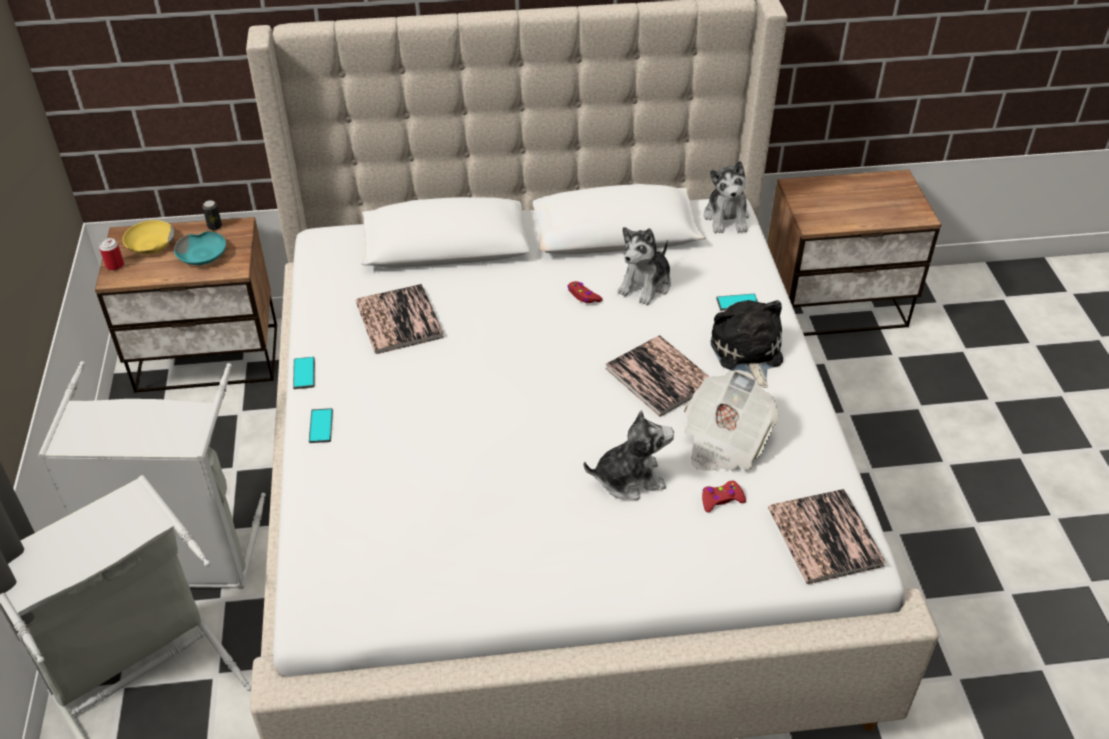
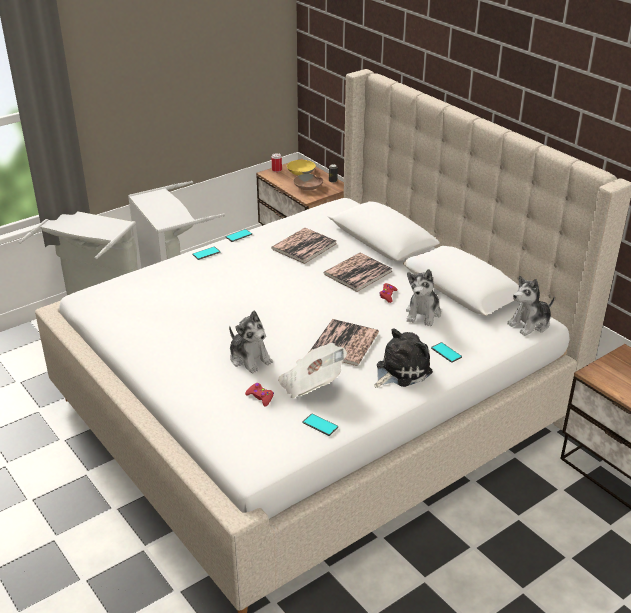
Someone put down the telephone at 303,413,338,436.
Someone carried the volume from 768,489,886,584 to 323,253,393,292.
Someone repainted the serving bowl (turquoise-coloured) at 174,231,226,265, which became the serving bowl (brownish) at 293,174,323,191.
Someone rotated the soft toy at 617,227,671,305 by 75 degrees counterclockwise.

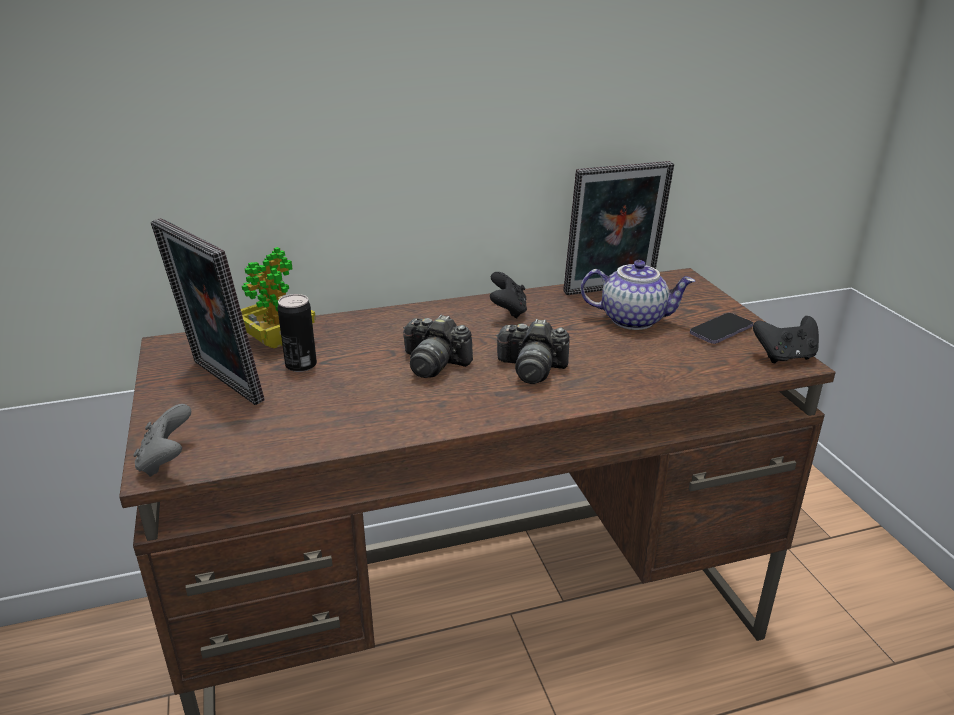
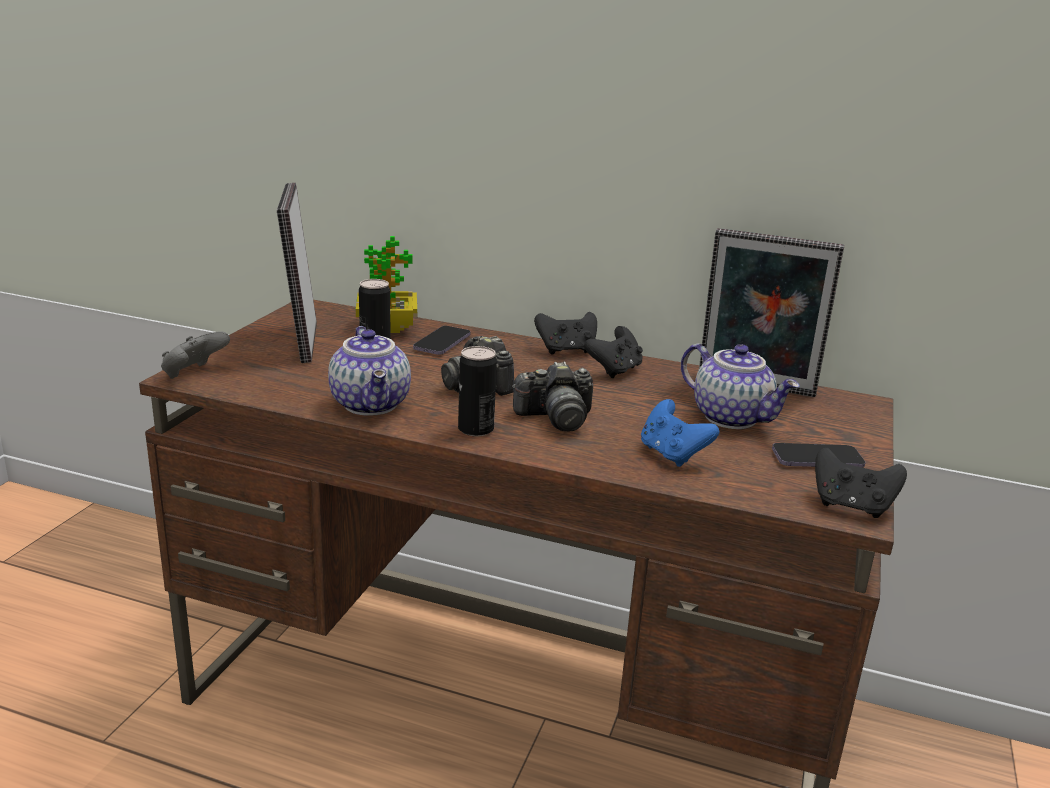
Someone put down the pot for tea at 328,326,411,416.
Someone put down the telephone at 413,326,471,355.
Someone put down the sealed can at 458,346,497,436.
Someone put down the gamepad (black-coloured) at 534,312,597,355.
Someone put down the gamepad (bluish) at 641,399,719,467.
Someone rotated the still camera at 495,319,570,384 by 60 degrees counterclockwise.

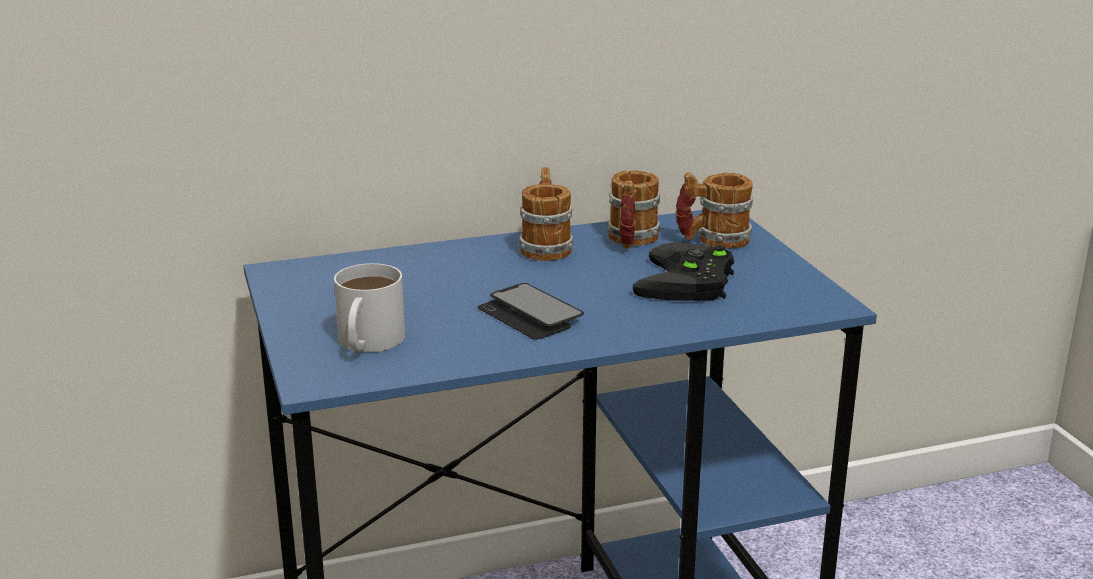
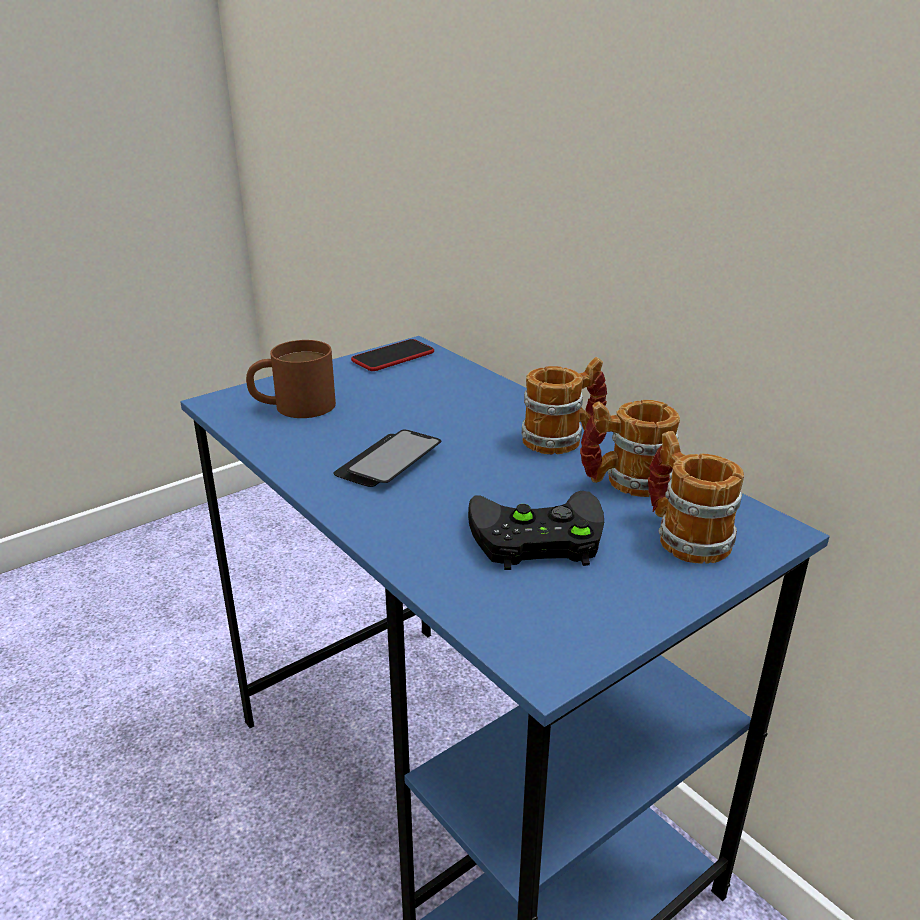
Someone put down the telephone at 351,339,434,371.
Someone repainted the mug (white) at 334,263,405,352, which became the mug (brownish) at 246,340,336,418.

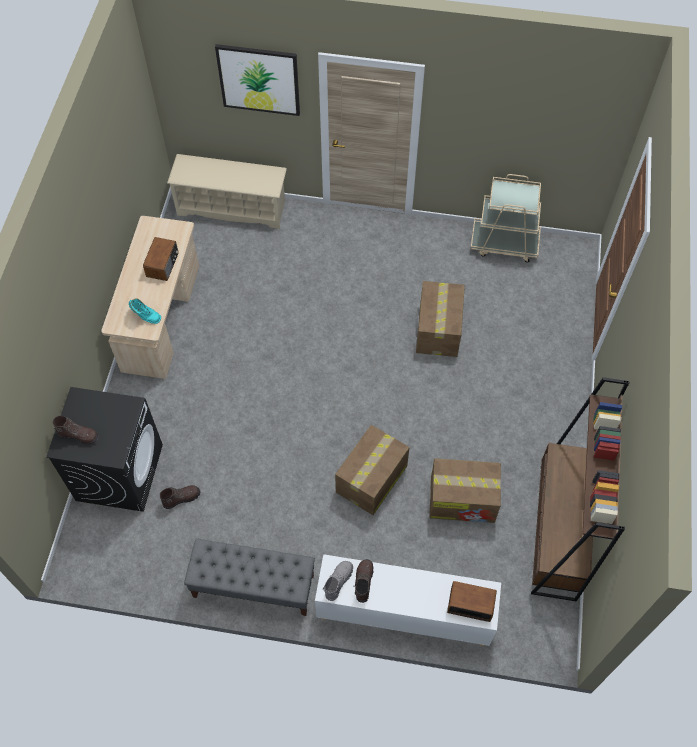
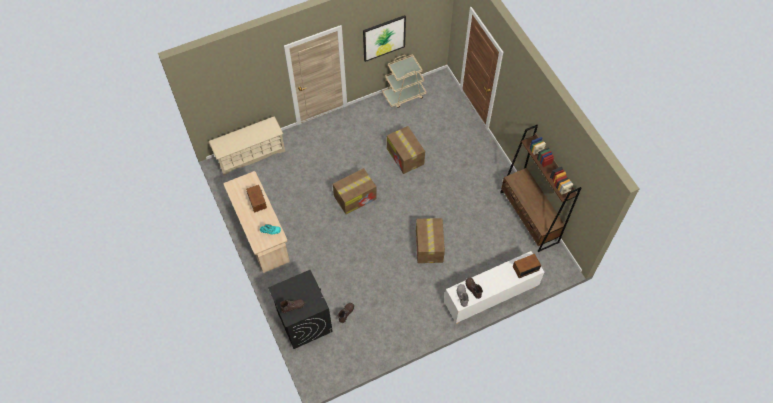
Someone took away the long seat (gray) at 184,539,315,616.
Someone carried the picture from 215,44,300,116 to 363,15,406,62.
Someone carried the carton from 429,458,501,523 to 333,168,377,214.

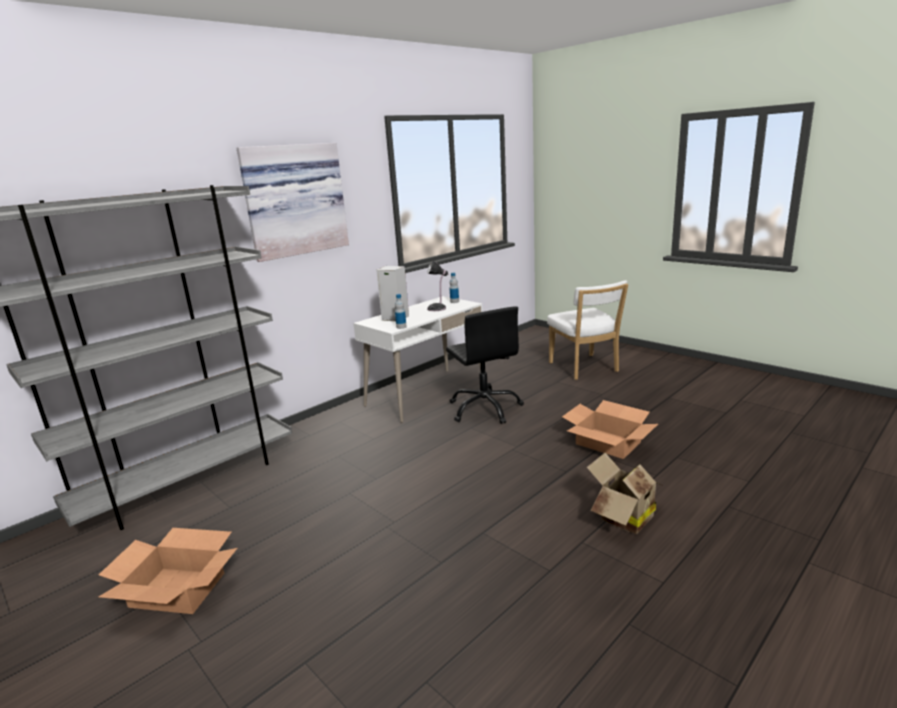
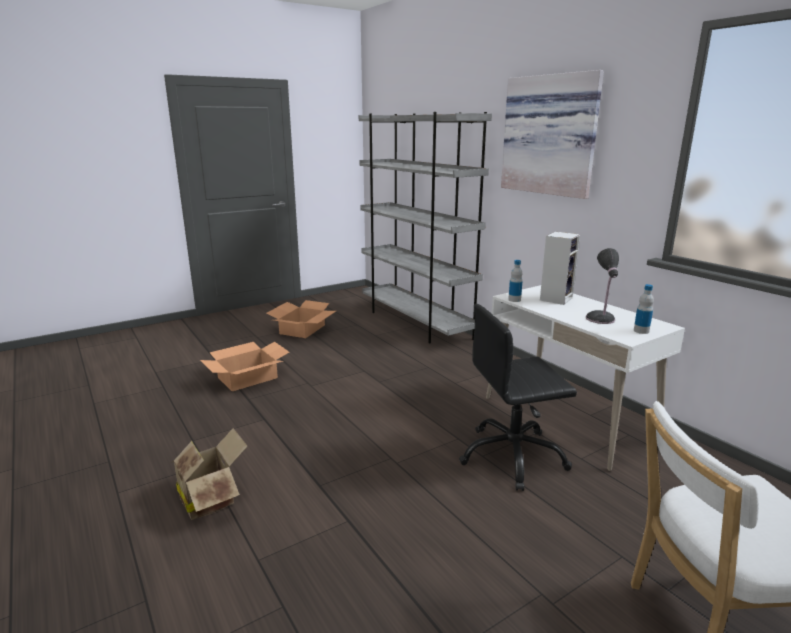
Someone carried the carton from 562,400,658,459 to 200,342,289,391.

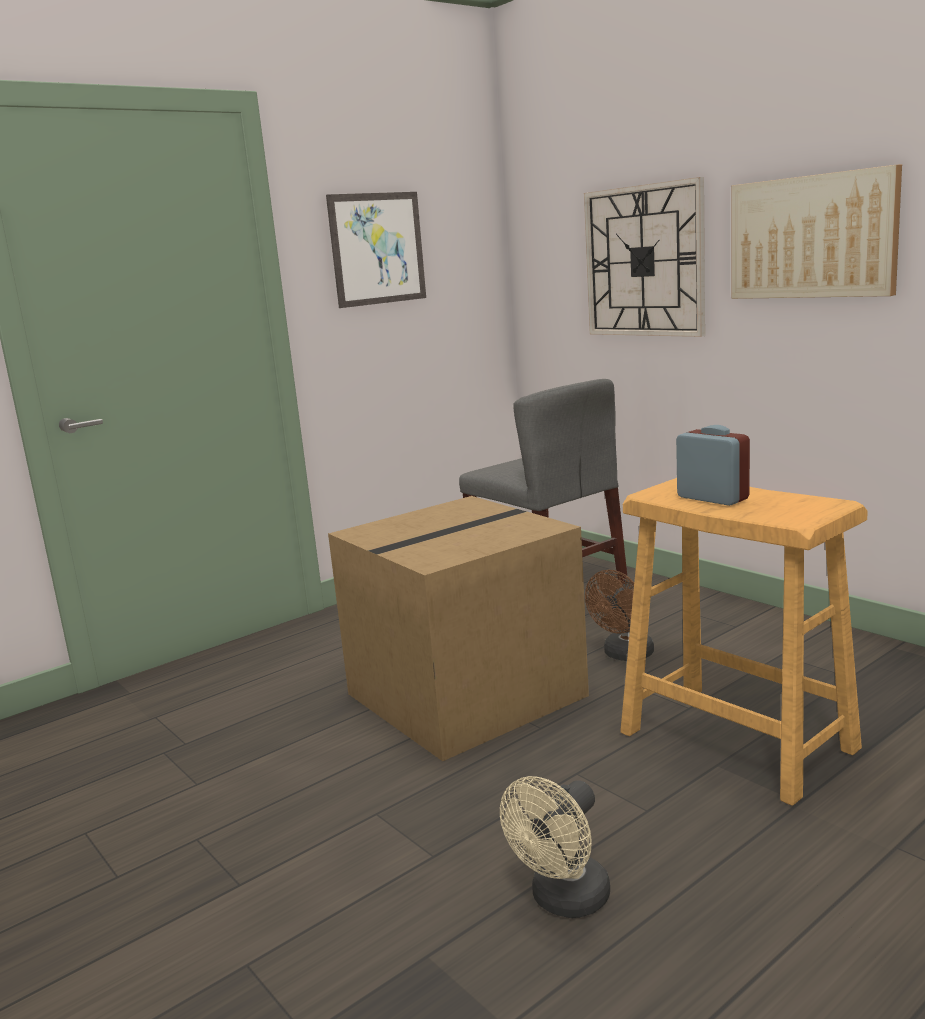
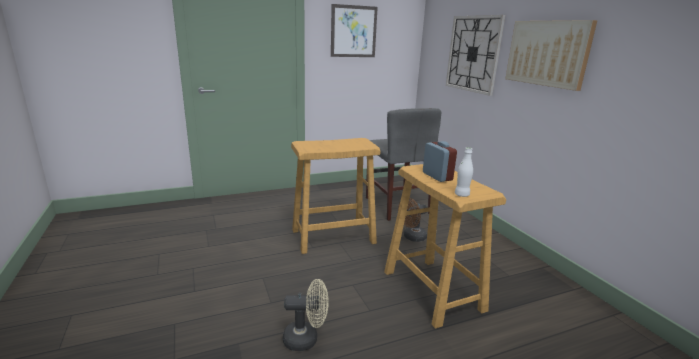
Someone put down the beverage bottle (white) at 455,147,473,197.
Someone swapped the carton at 328,496,589,761 for the sitting stool (beige) at 291,138,381,254.
Someone rotated the electric fan (beige) at 500,776,610,918 by 150 degrees counterclockwise.

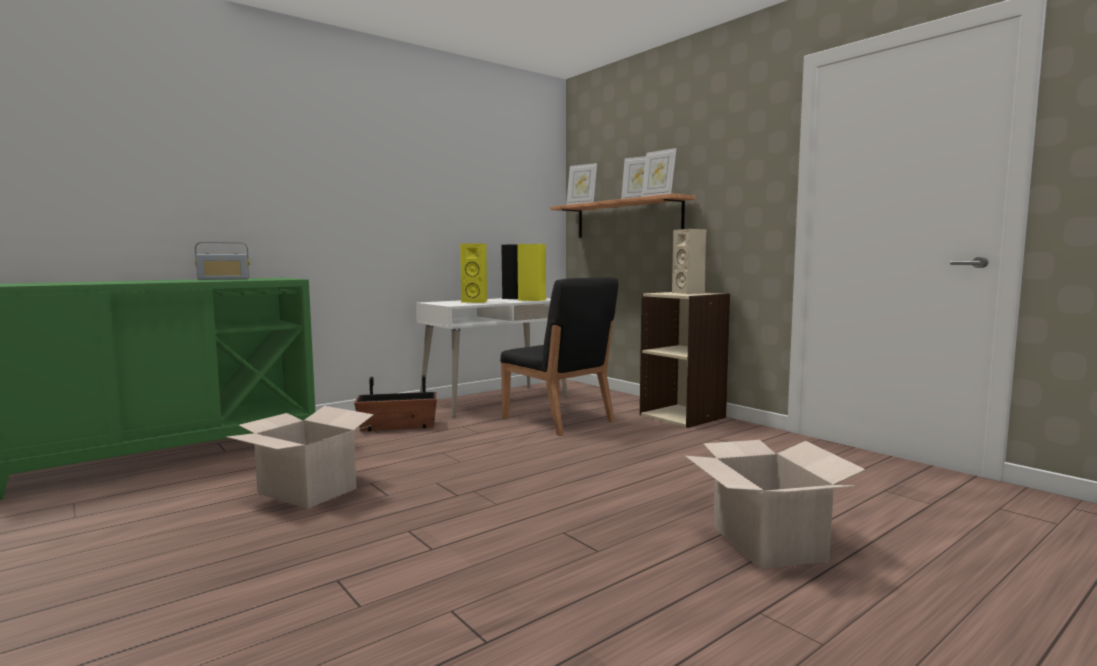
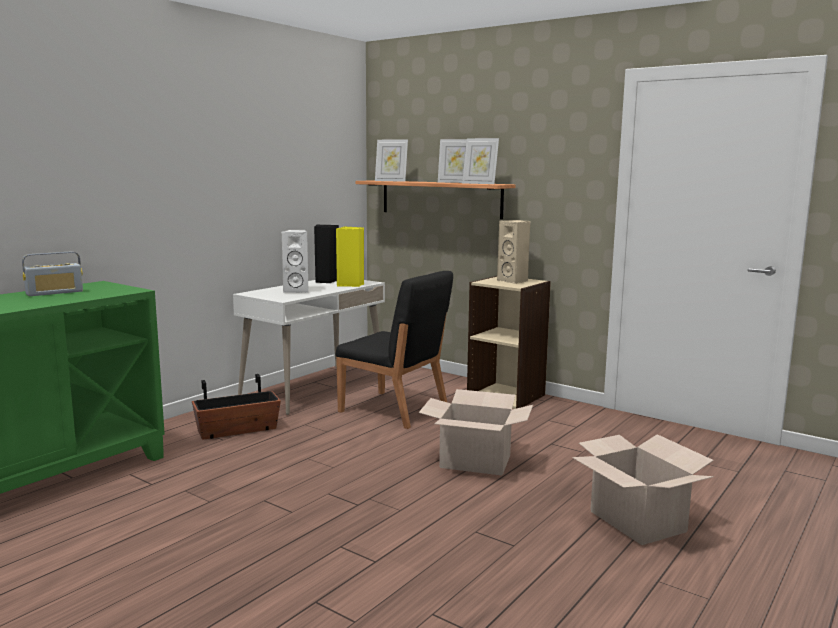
Someone carried the carton from 227,406,374,509 to 419,389,533,476.
Someone repainted the speaker (yellowish) at 460,243,487,303, which became the speaker (white) at 281,230,309,293.

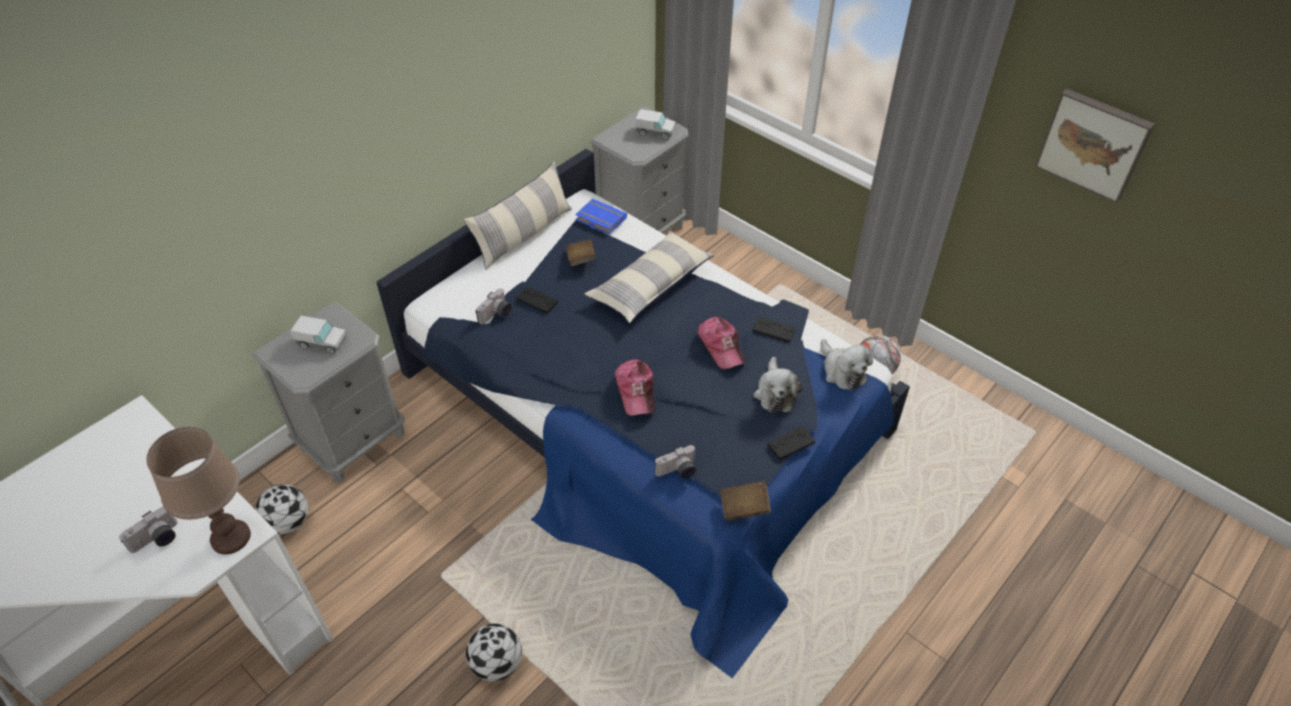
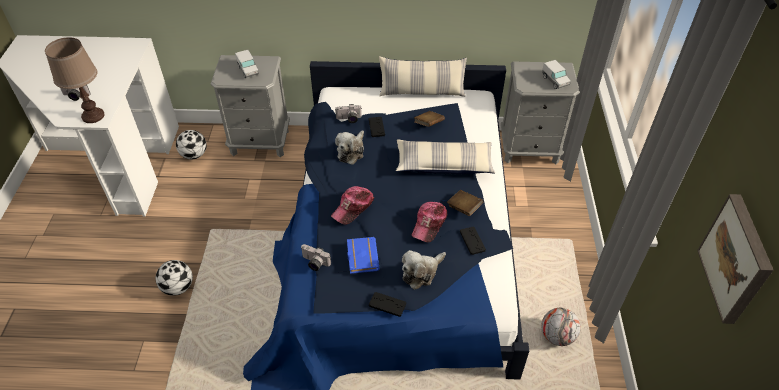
Someone carried the volume (bluish) from 575,199,627,235 to 347,237,380,274.
Someone carried the volume (brownish) from 721,481,771,521 to 447,190,483,216.
Someone carried the soft toy from 820,339,873,390 to 335,130,364,165.

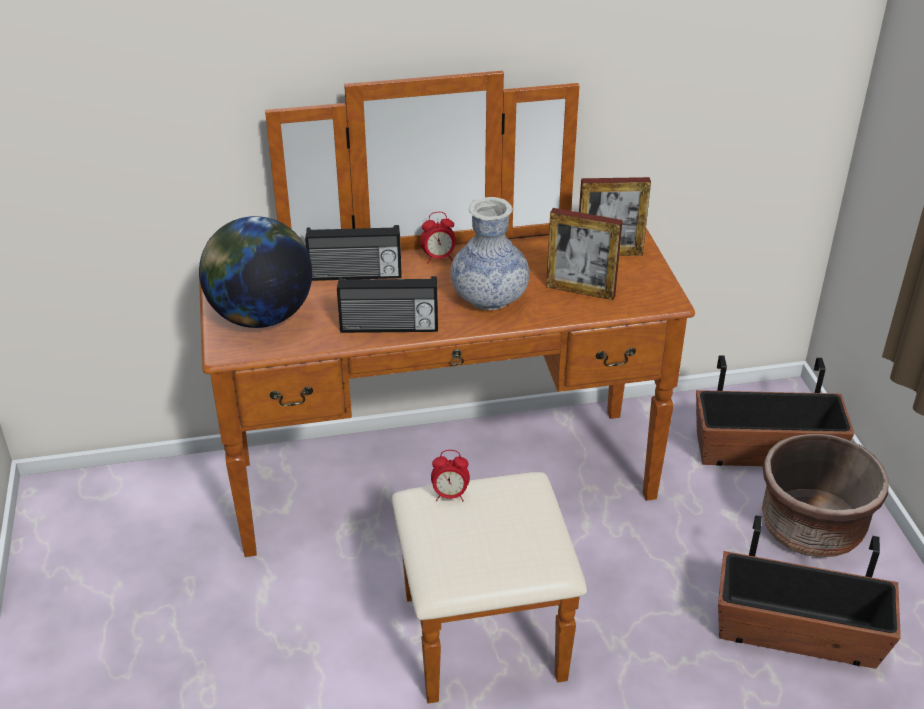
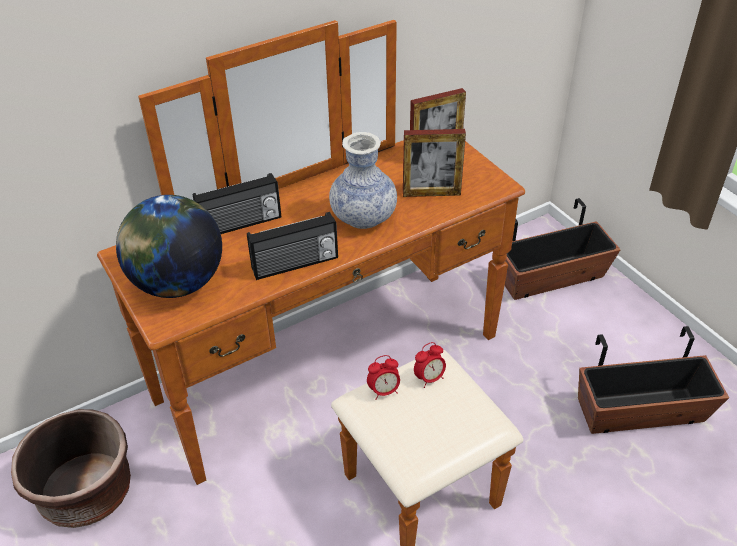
Someone carried the alarm clock from 420,212,455,263 to 414,342,446,388.
Someone carried the plant pot (brownish) from 762,434,889,557 to 11,409,131,528.

